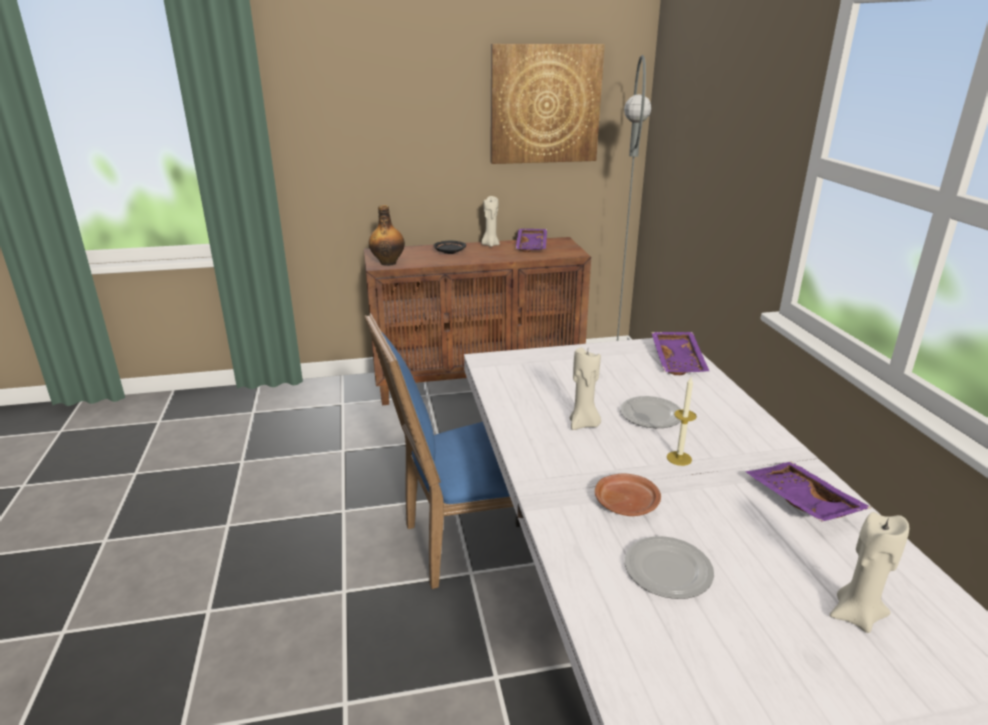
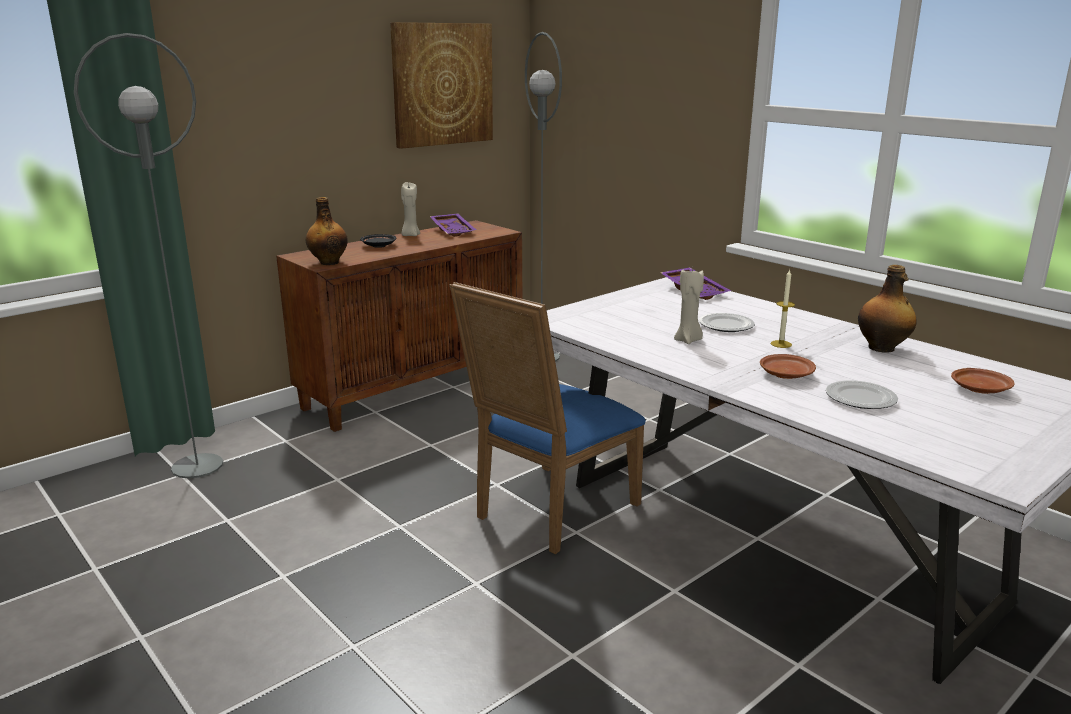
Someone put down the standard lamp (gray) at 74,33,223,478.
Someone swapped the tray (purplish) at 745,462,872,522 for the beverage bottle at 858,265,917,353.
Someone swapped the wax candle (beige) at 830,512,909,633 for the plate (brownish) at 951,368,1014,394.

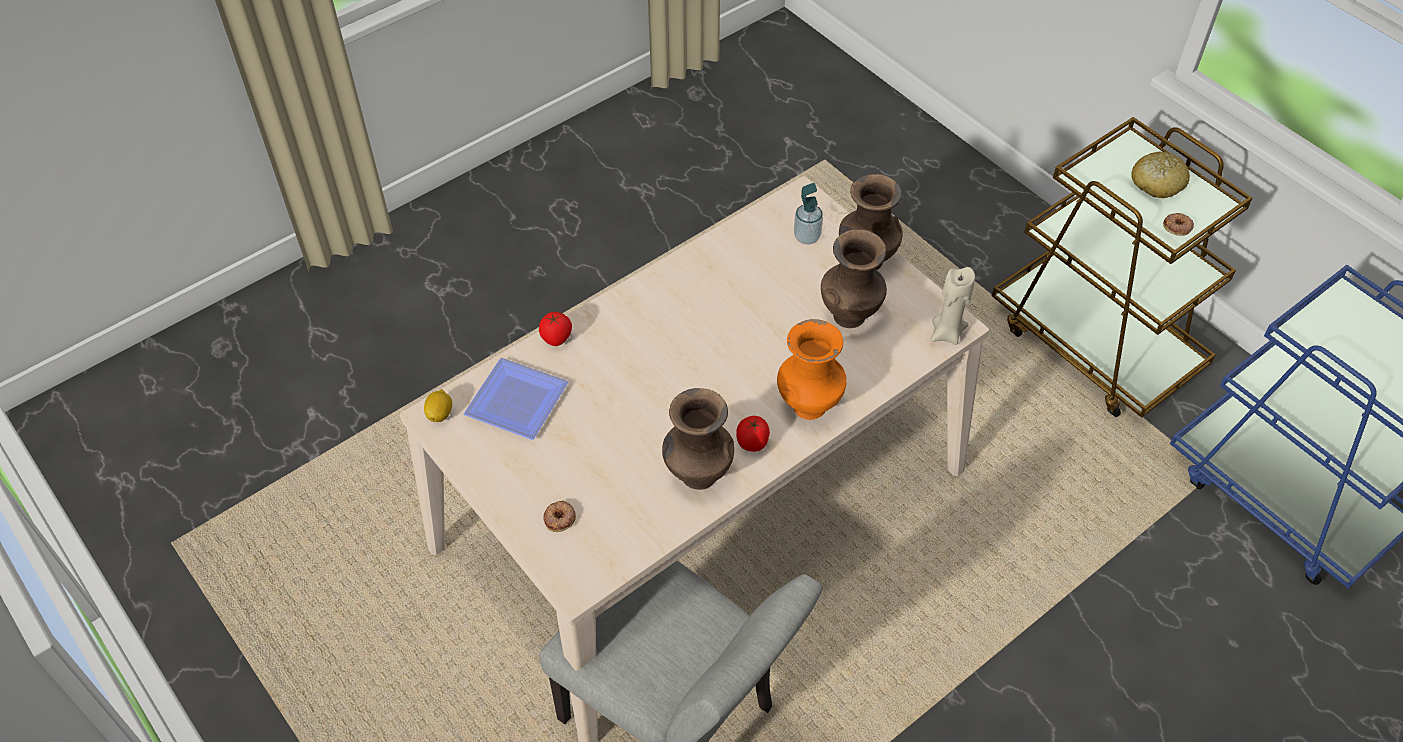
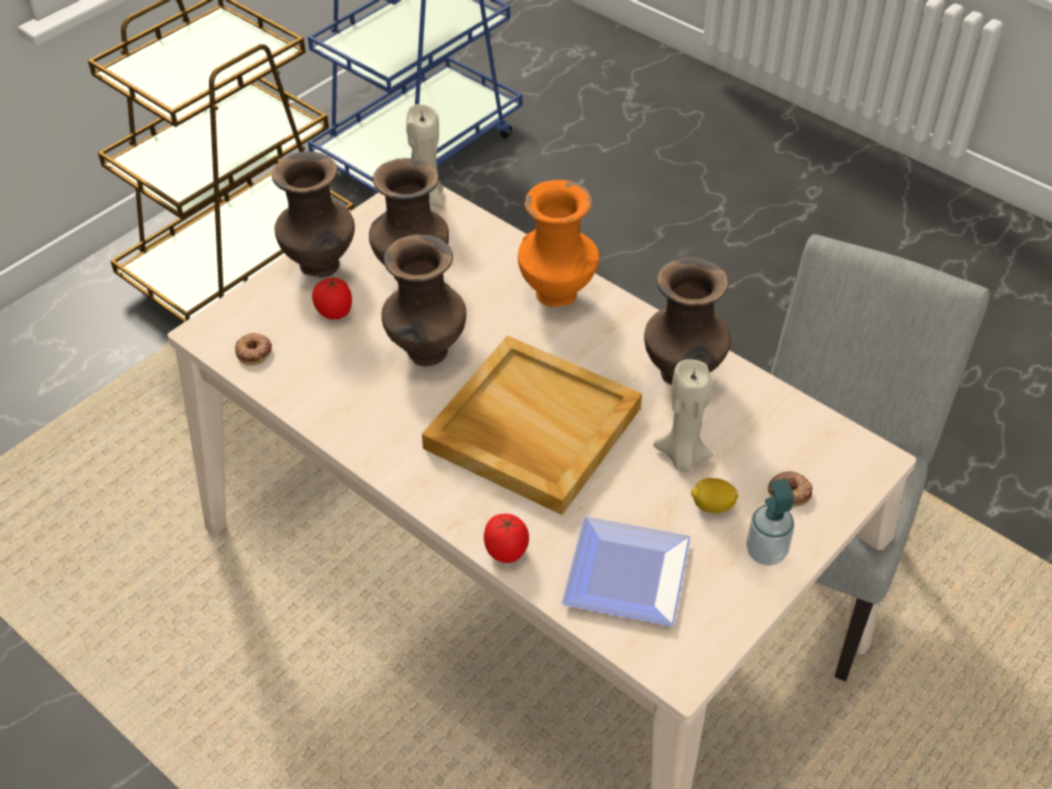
Someone took away the bakery bread at 1131,152,1190,198.
Someone put down the vase (brownish) at 382,235,466,367.
Someone put down the tray (beige) at 422,335,642,515.
Someone put down the wax candle (beige) at 653,359,714,472.
Someone carried the whole lemon from 424,389,452,422 to 691,478,738,513.
Someone carried the tomato from 736,416,770,452 to 312,278,352,320.
Someone carried the soap dispenser from 794,183,823,244 to 746,478,794,566.
Someone carried the donut from 1163,213,1194,236 to 235,333,272,366.

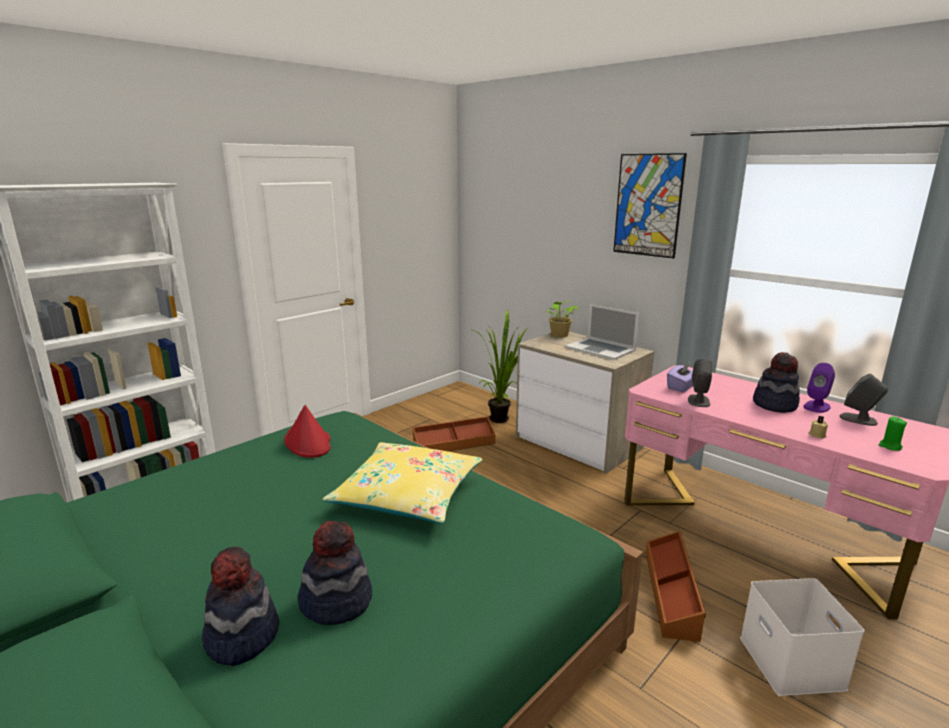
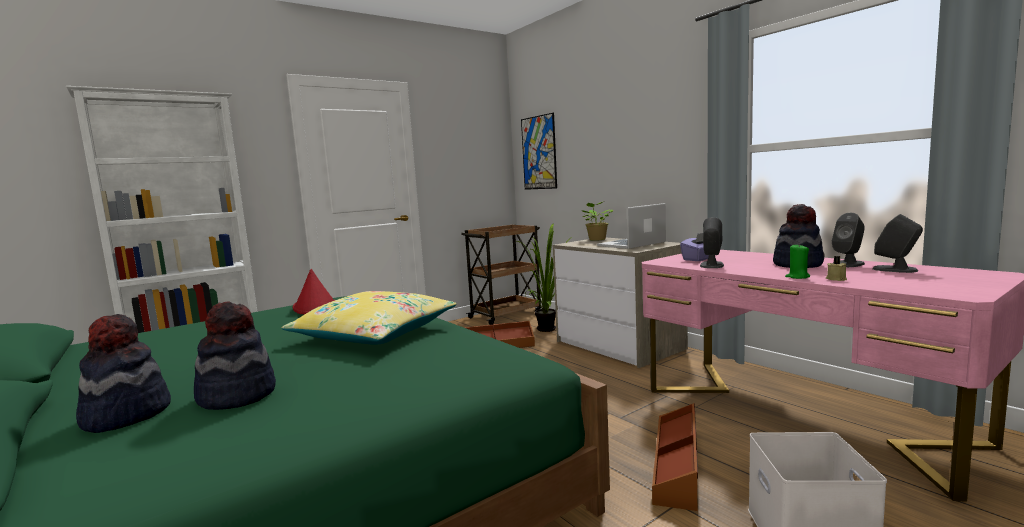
Someone put down the wheeled cart (brownish) at 461,224,541,325.
Someone carried the picture from 613,153,687,258 to 521,113,557,190.
Someone carried the wax candle (green) from 879,416,907,451 to 785,244,810,279.
Someone repainted the speaker (purplish) at 803,363,835,413, which became the speaker (gray) at 832,213,865,267.
Someone rotated the laptop at 565,304,639,360 by 90 degrees clockwise.

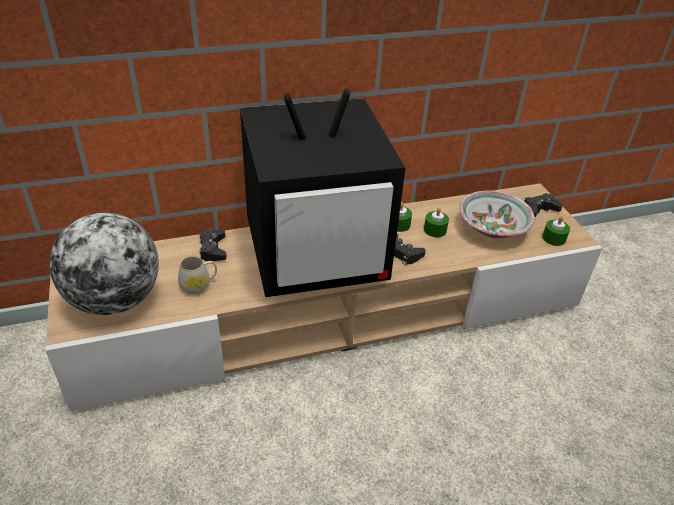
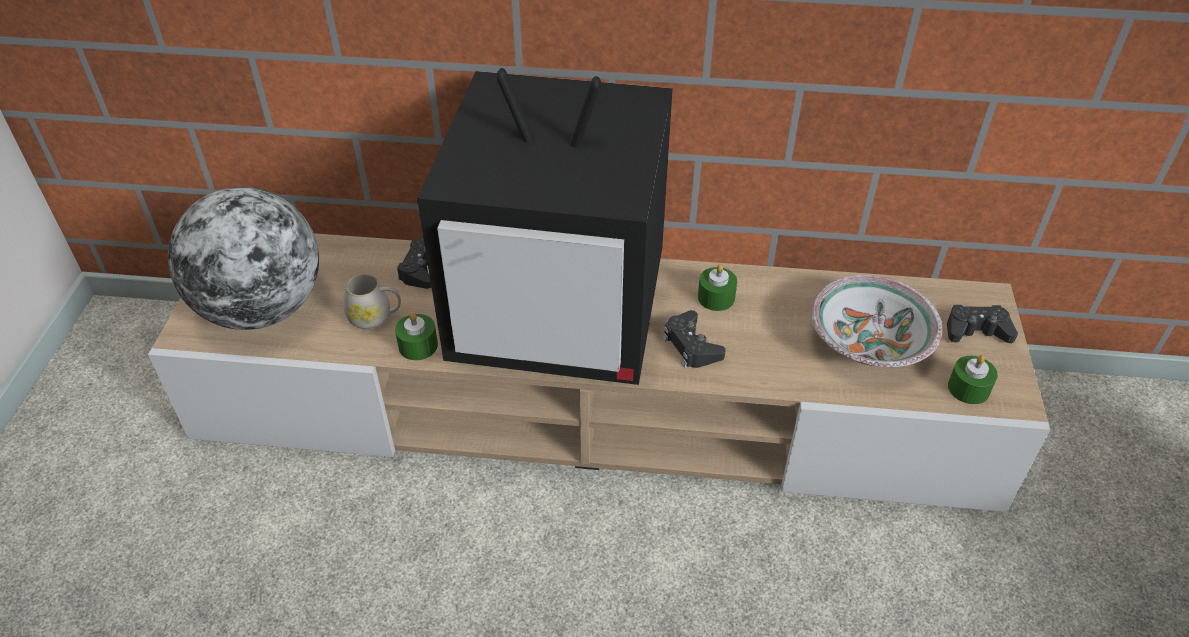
Someone carried the wax candle (green) from 424,208,449,237 to 395,312,438,360.

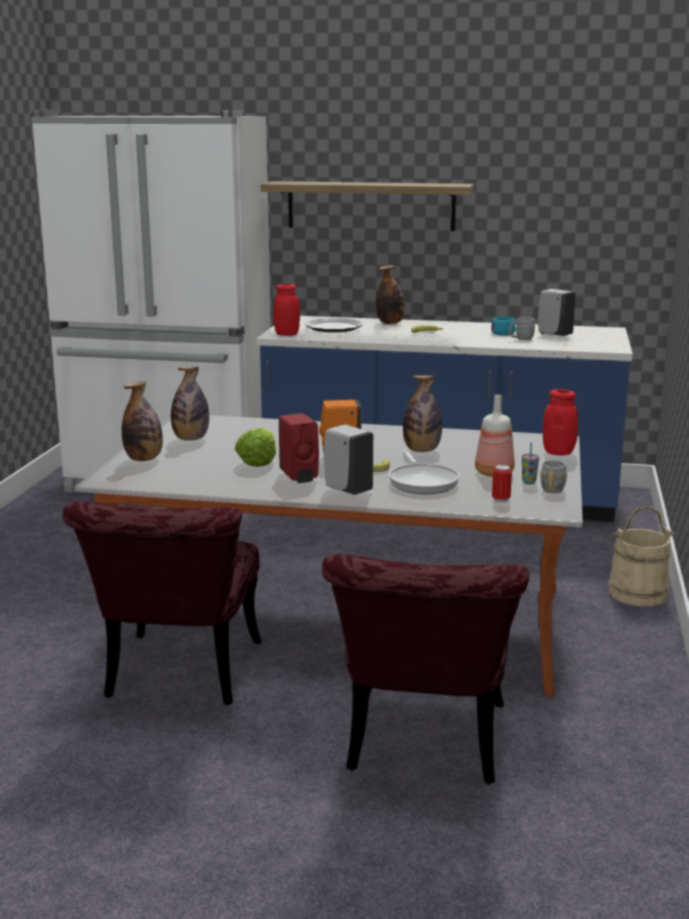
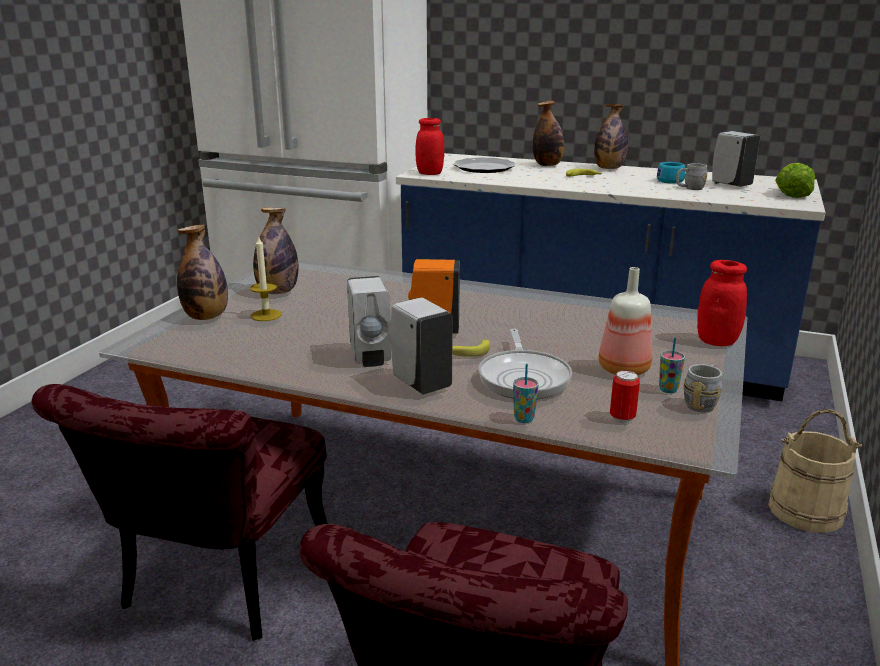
Someone took away the shelf at 261,181,474,231.
Someone put down the wax candle at 250,237,282,321.
Someone put down the cup at 513,364,539,423.
Someone carried the lettuce head from 235,428,276,467 to 775,163,815,198.
Someone carried the beverage bottle from 403,376,442,452 to 594,104,628,169.
Someone repainted the soap dispenser (red) at 279,413,319,483, which became the soap dispenser (white) at 347,276,391,367.

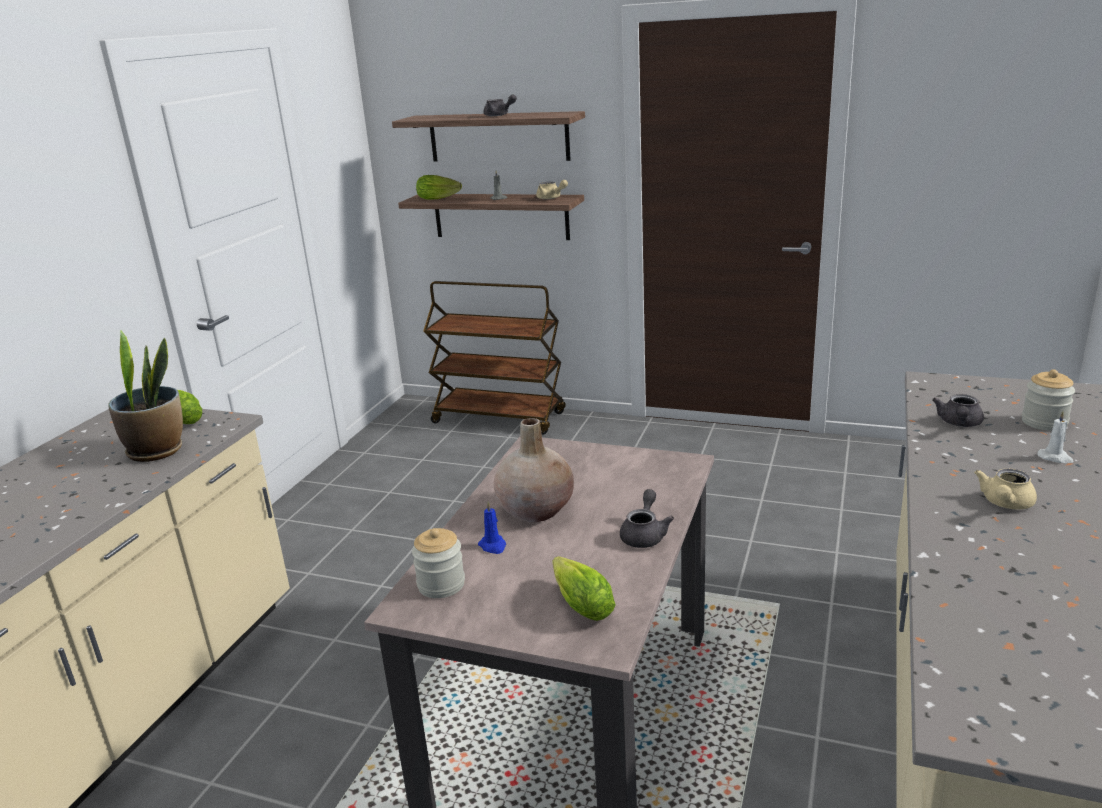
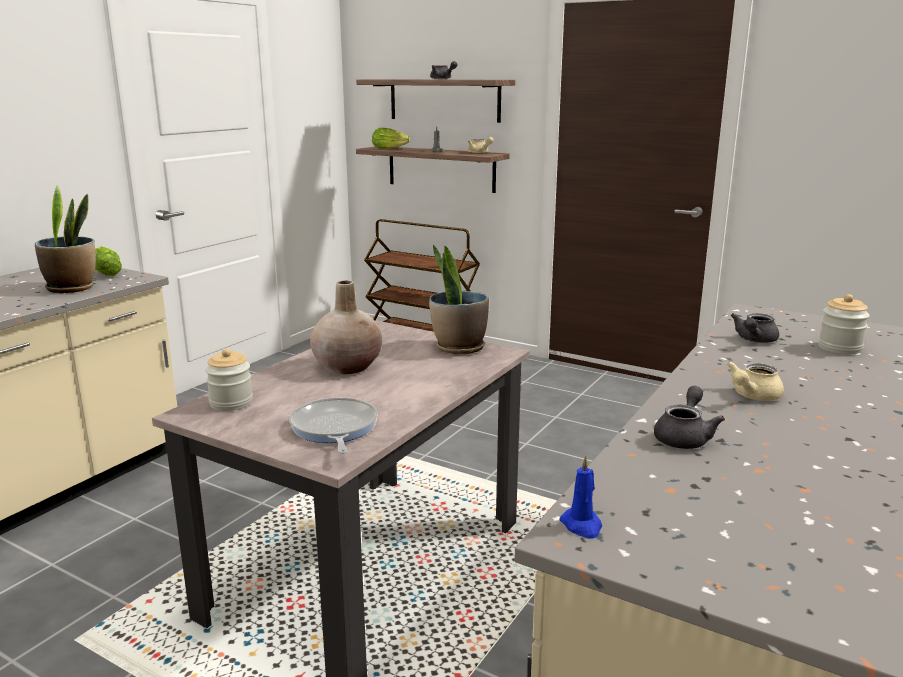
Someone took away the wax candle (white) at 1037,411,1074,463.
Someone put down the houseplant at 429,244,489,354.
Someone carried the wax candle (bluish) from 478,501,506,554 to 559,455,602,539.
Someone carried the pot for tea (gray) from 620,489,674,548 to 654,386,725,449.
Someone swapped the lettuce head at 552,556,616,621 for the frying pan at 289,397,378,454.

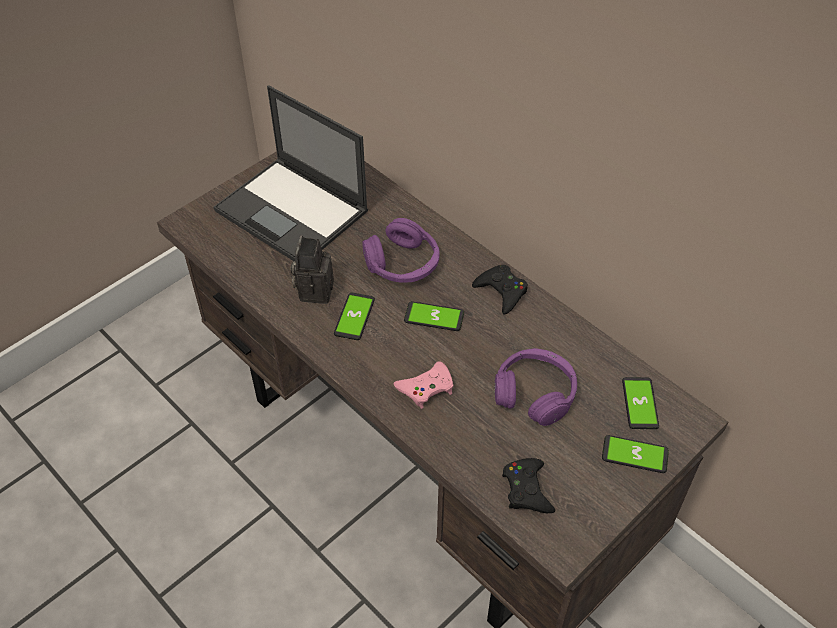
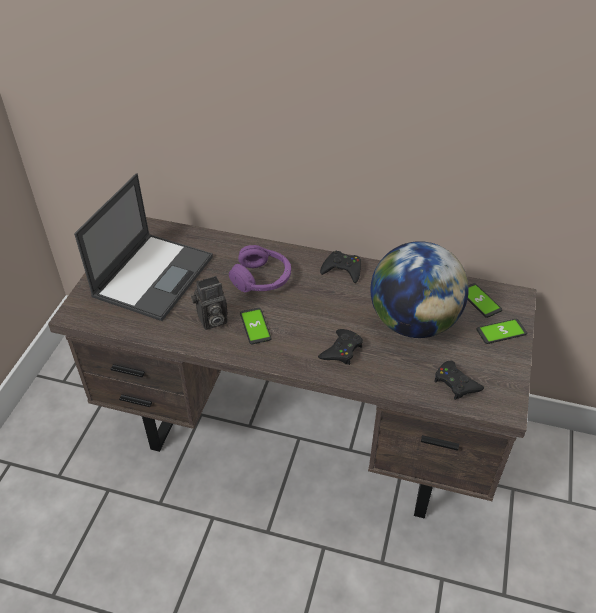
Someone took away the telephone at 404,301,464,331.
Someone swapped the pair of headphones (purplish) at 495,348,577,426 for the desk globe at 370,241,469,338.
Someone repainted the gamepad (pink-coloured) at 394,361,453,409, which became the gamepad (black-coloured) at 318,329,363,365.
Someone rotated the laptop at 214,86,368,261 by 75 degrees counterclockwise.
Someone rotated the still camera at 291,235,334,304 by 90 degrees counterclockwise.

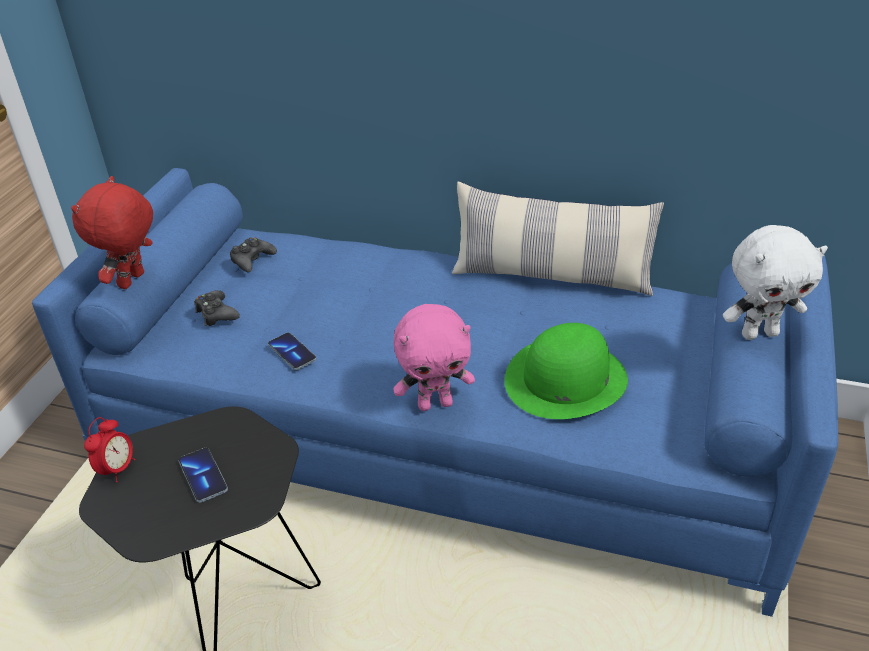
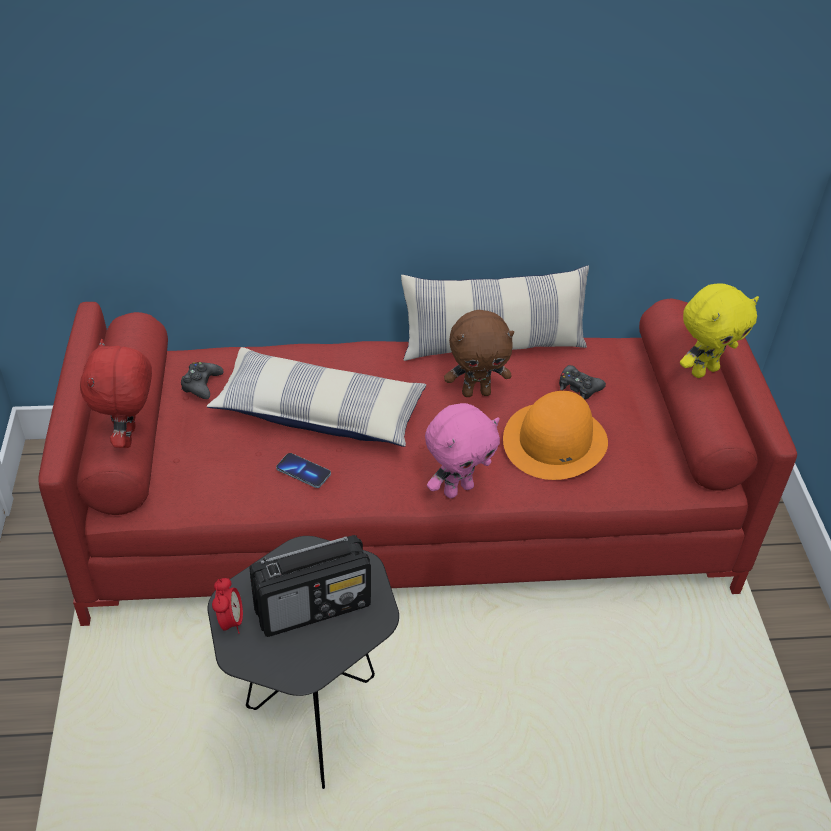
Someone put down the pillow at 207,347,426,447.
Someone put down the soft toy (brownish) at 444,310,514,397.
Someone carried the gamepad (black-coloured) from 194,290,240,326 to 559,365,606,400.
Someone swapped the telephone at 179,448,228,503 for the radio at 249,535,371,637.
Someone repainted the sofa (bluish) at 32,168,838,617, which became the sofa (red) at 38,299,797,626.
Someone repainted the clothing hat (green) at 505,323,628,419, which became the clothing hat (orangey) at 503,391,608,480.
Someone repainted the soft toy (white) at 723,225,828,340, which became the soft toy (yellowish) at 680,283,759,378.

